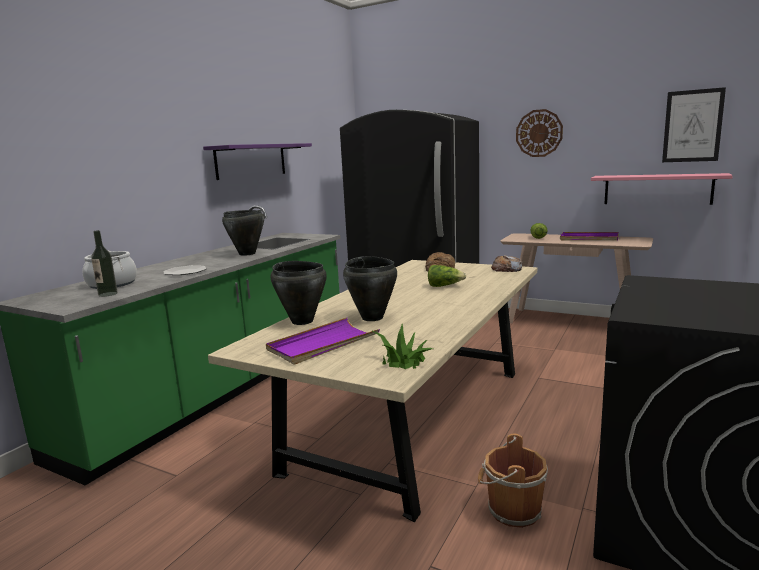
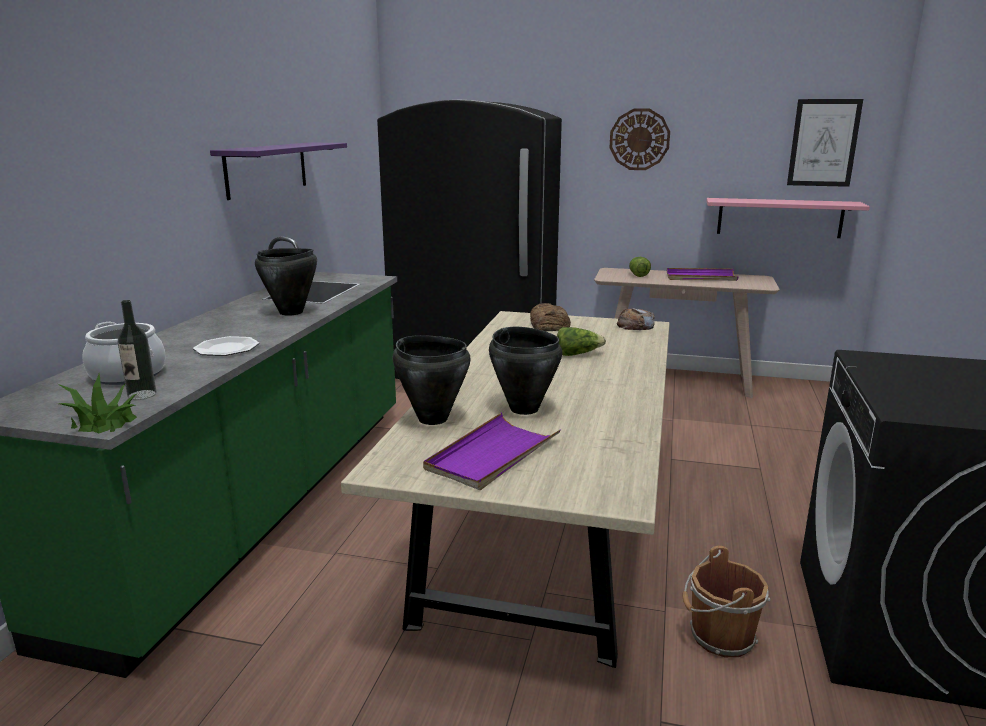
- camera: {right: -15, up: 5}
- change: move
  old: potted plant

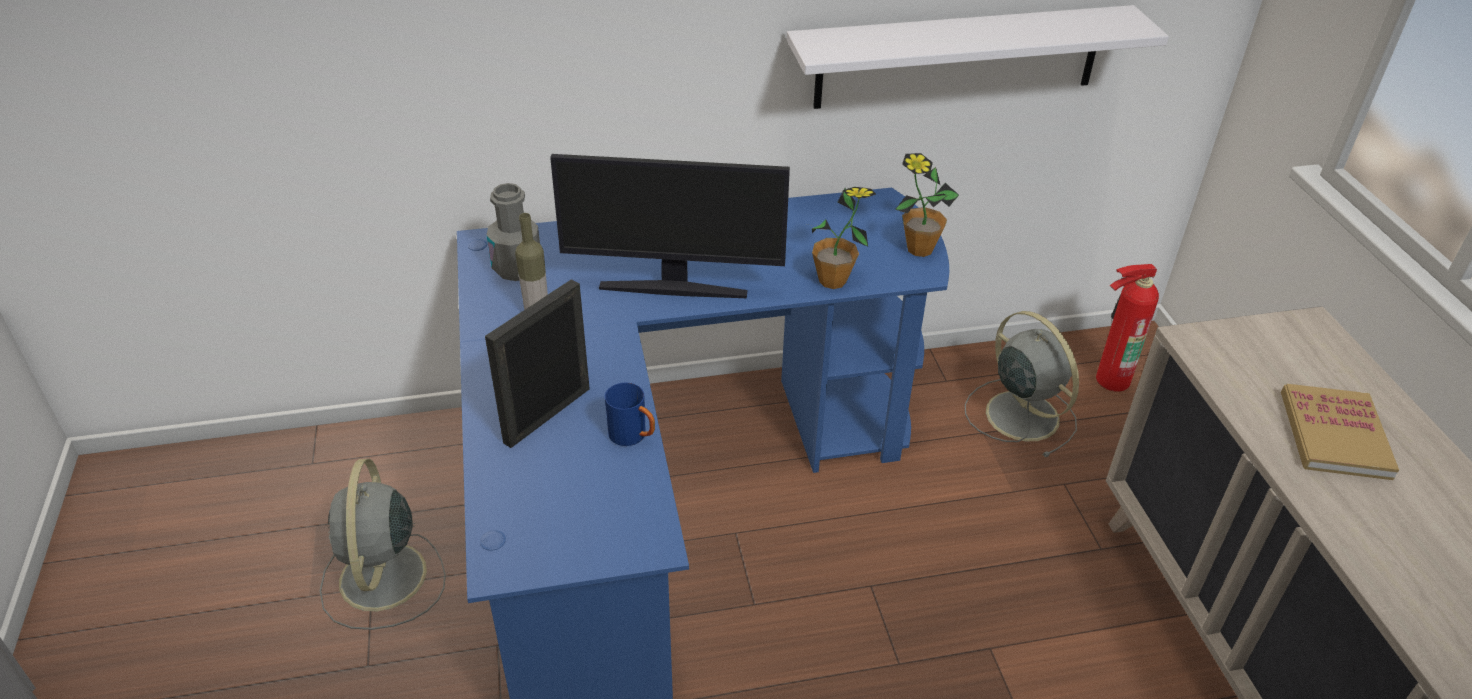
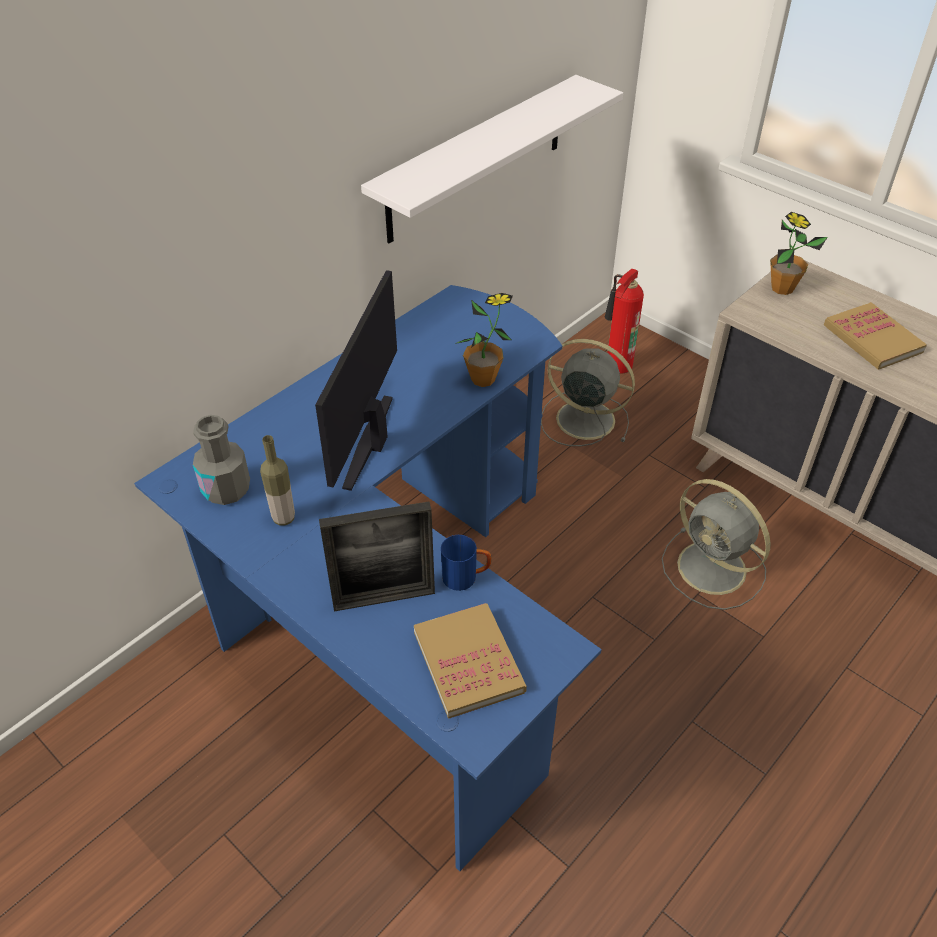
- camera: {right: -35, up: 5}
- change: move
  old: greyish fan (1st from left in the first image)
  new: greyish fan (2nd from left)
- change: rotate
  old: photo frame
  degrees: -105
- change: rotate
  old: monitor
  degrees: 135
- change: move
  old: potted plant (2nd from left)
- change: insert
  new: book (1st from left)

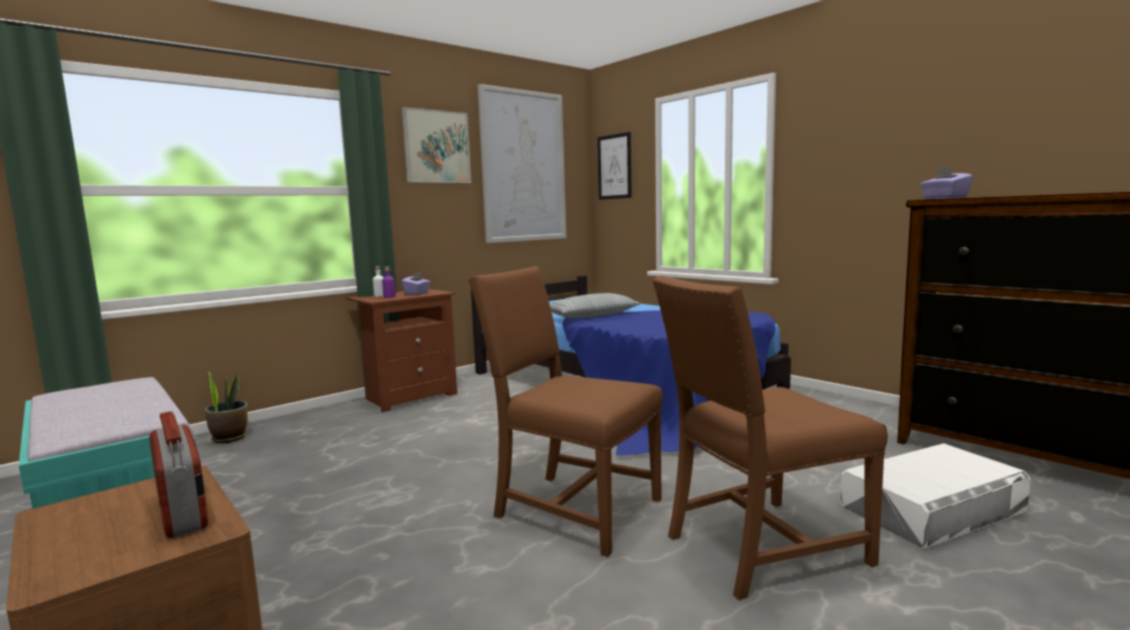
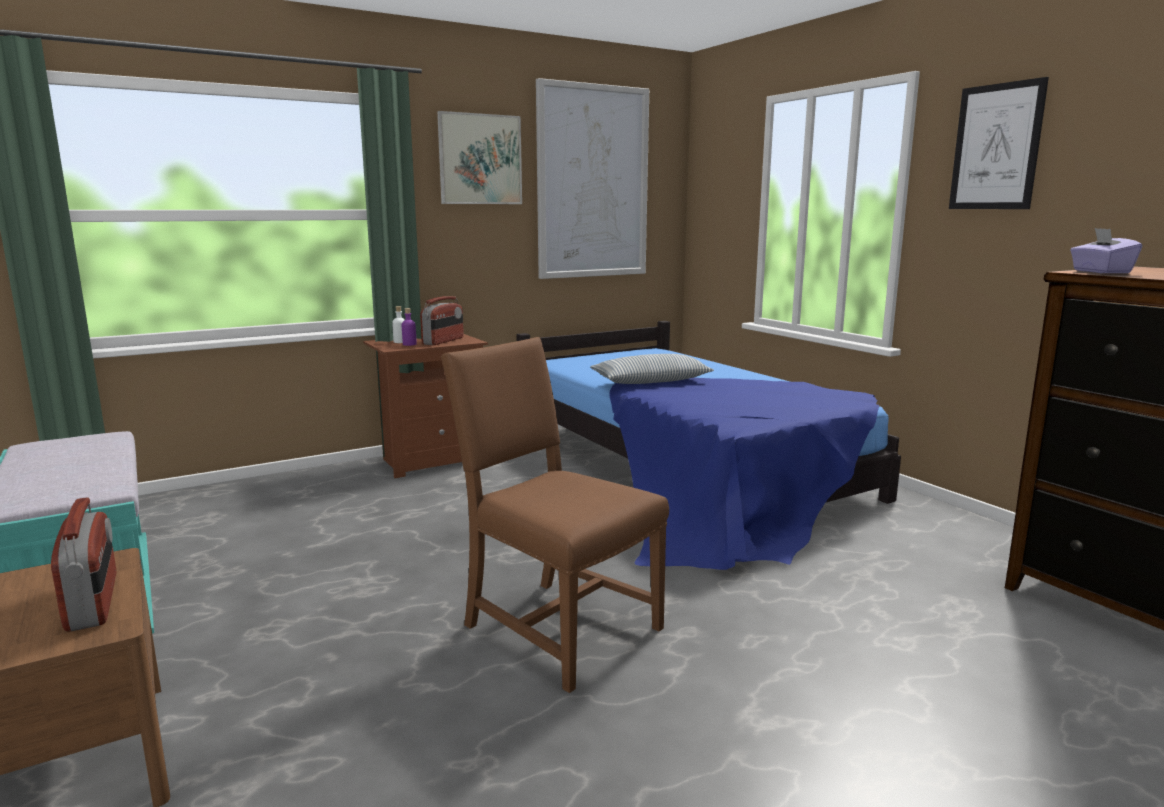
- camera: {right: 10, up: 5}
- change: delete
  old: potted plant
- change: replace
  old: purple-coloured tissue box (1st from left)
  new: radio set (2nd from left)
- change: move
  old: wall art (3rd from left)
- change: delete
  old: brown-coloured chair (2nd from left)
- change: delete
  old: white-coloured storage box

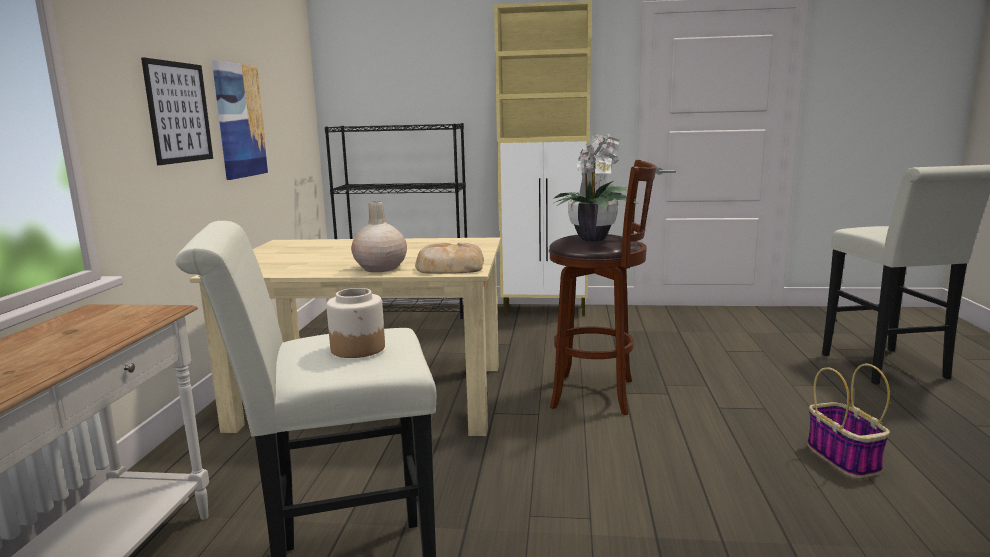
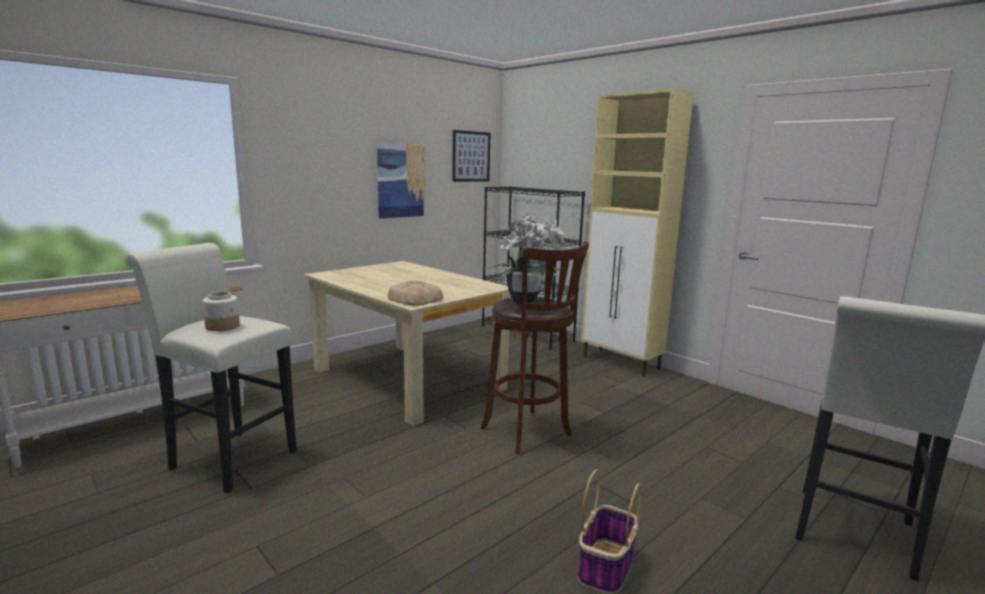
- camera: {right: 40, up: 0}
- change: move
  old: wall art (1st from left in the first image)
  new: wall art (2nd from left)
- change: delete
  old: beige flower vase

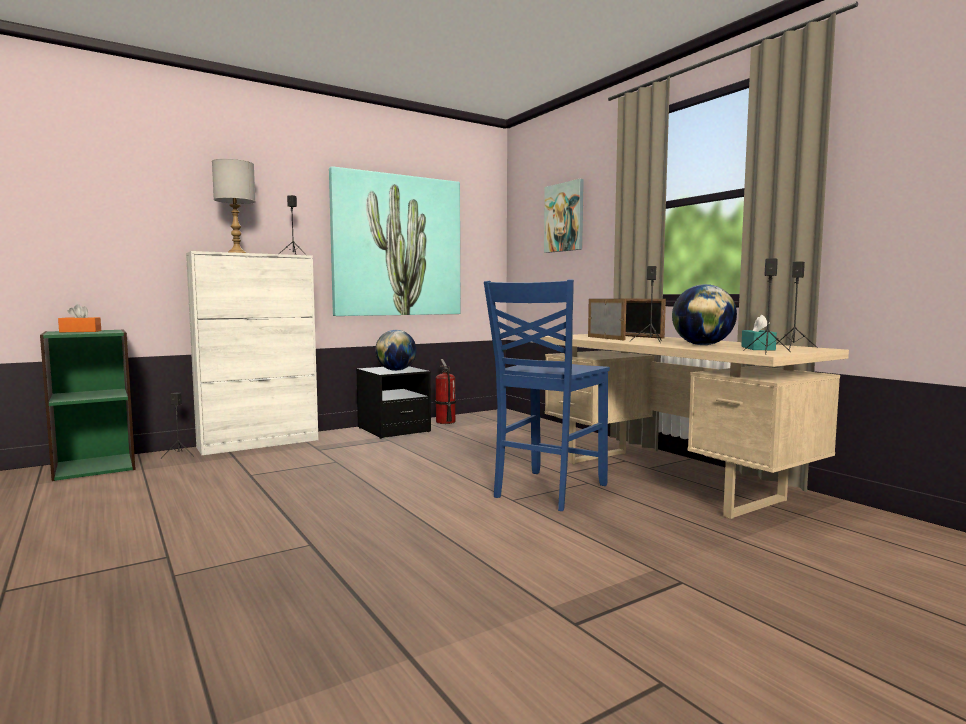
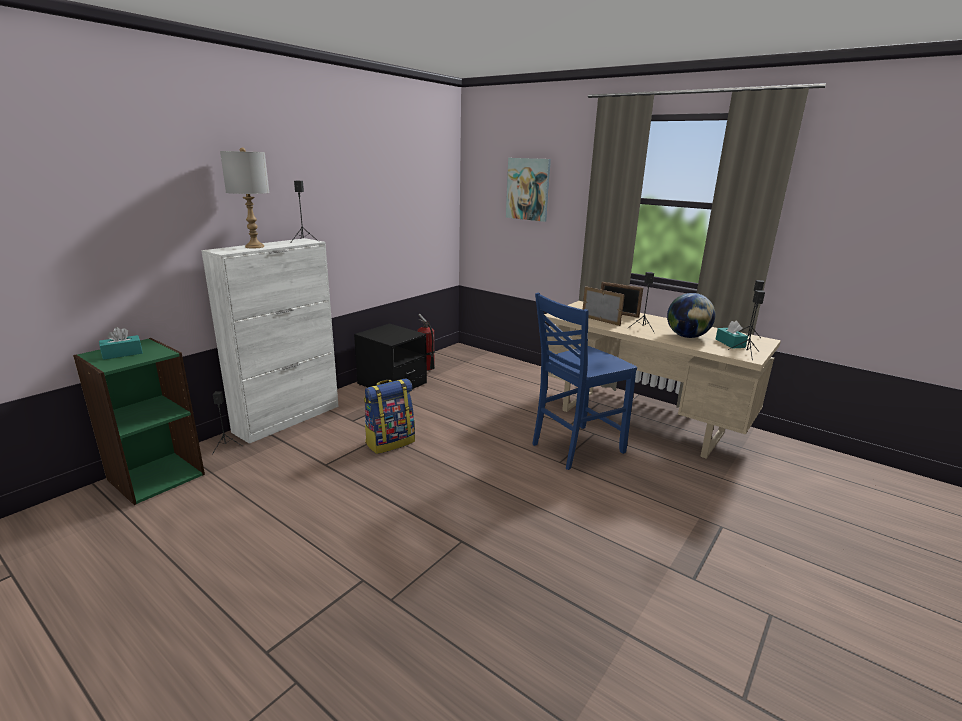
- camera: {right: -20, up: 15}
- change: recolor
  old: orange tissue box
  new: turquoise-coloured tissue box (1st from left)
- change: delete
  old: wall art (1st from left)
- change: delete
  old: globe (1st from left)
- change: rotate
  old: blue chair
  degrees: 45
- change: insert
  new: rucksack

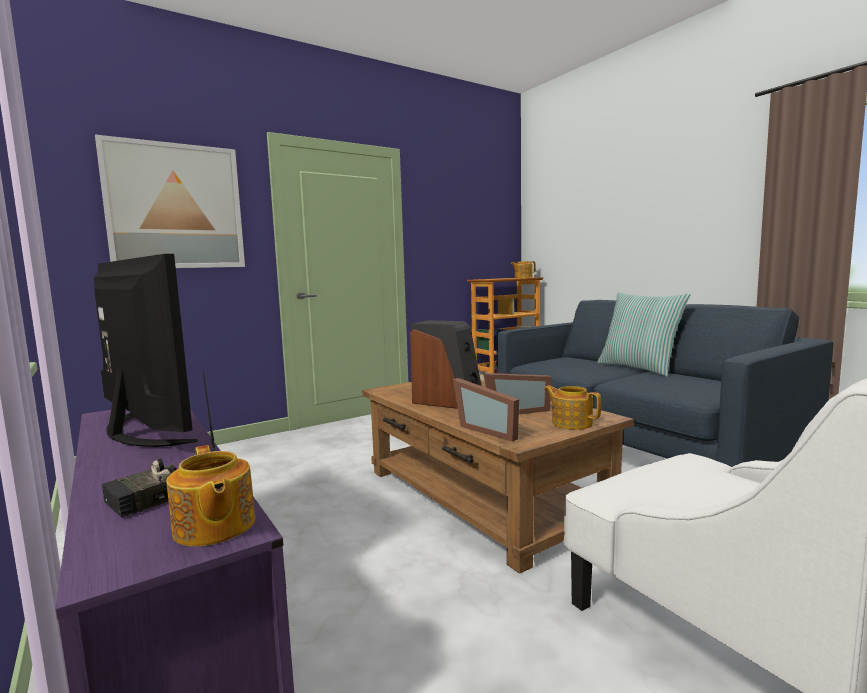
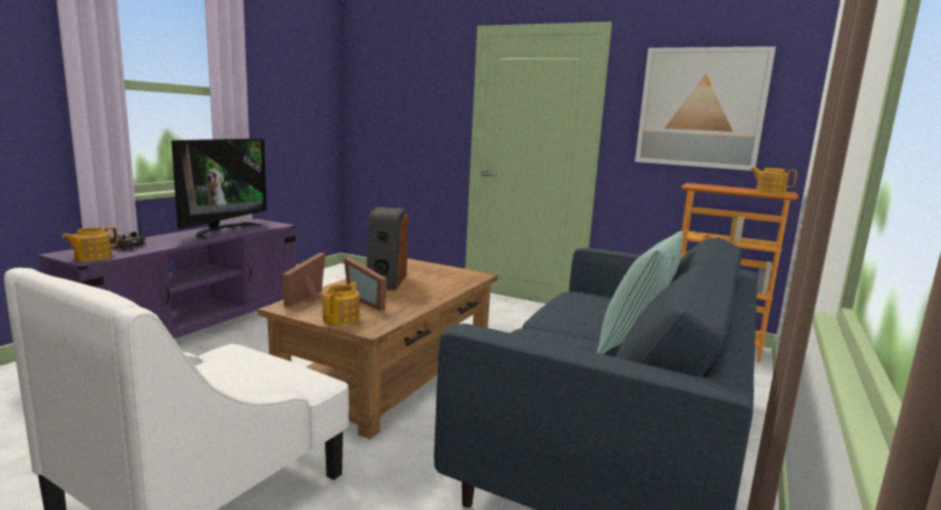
- camera: {right: 60, up: 5}
- change: move
  old: wall art

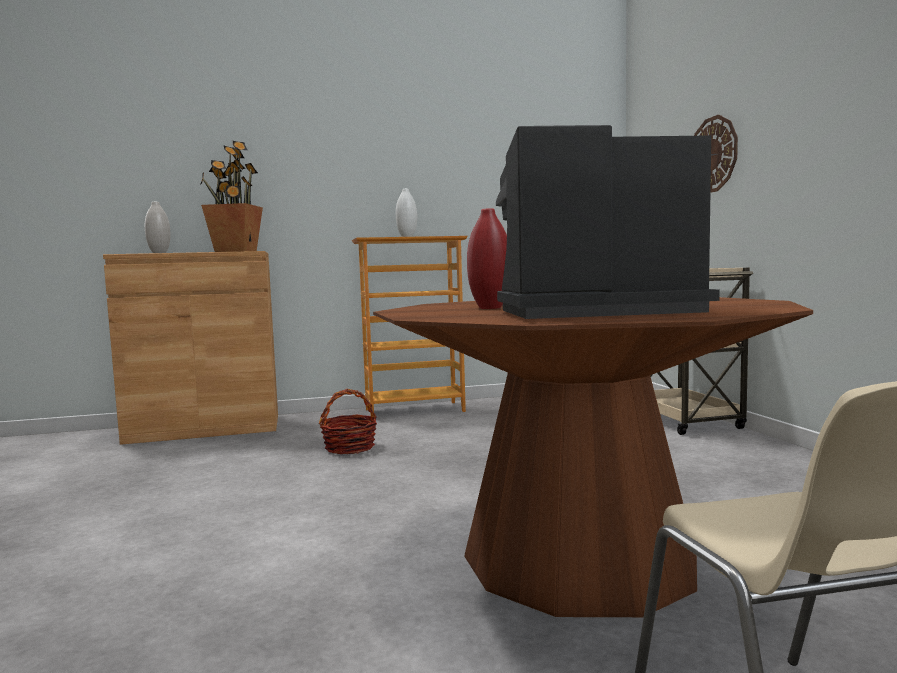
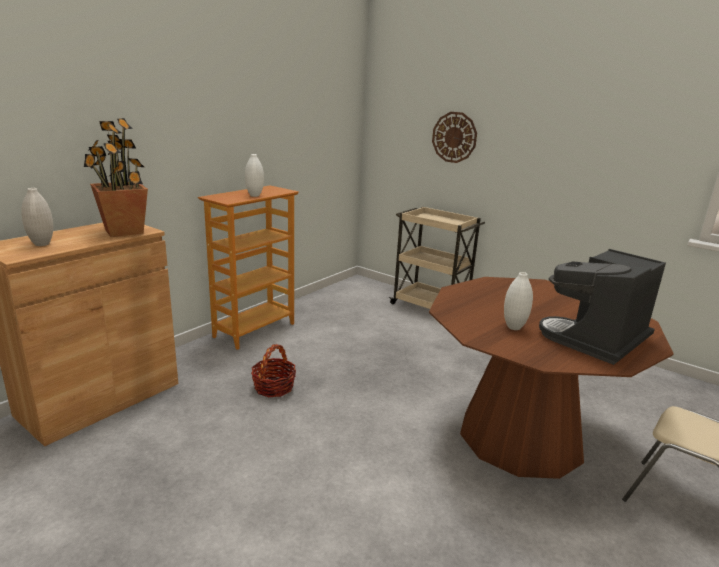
- camera: {right: -40, up: 15}
- change: recolor
  old: red-coloured flower vase
  new: white-coloured flower vase (3rd from left)

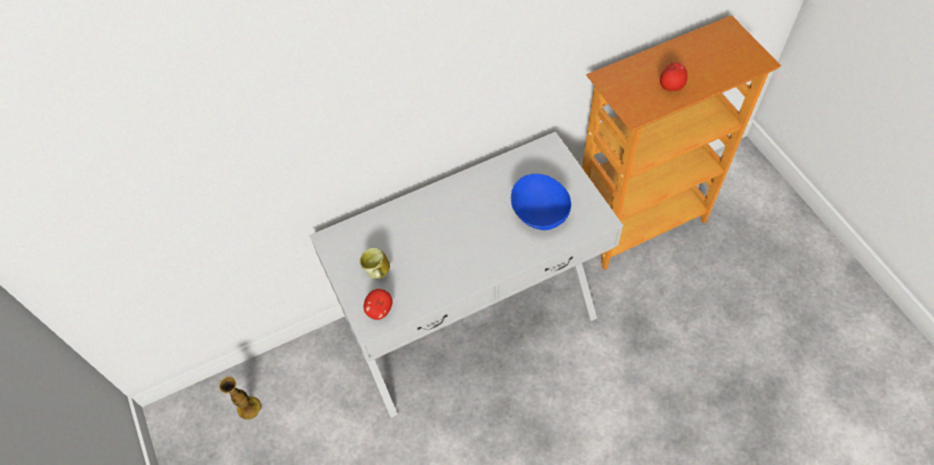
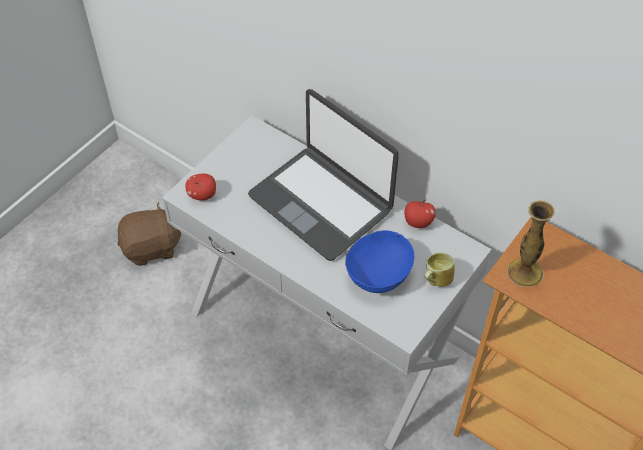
- camera: {right: 60, up: -5}
- change: move
  old: flower vase
- change: move
  old: tea mug
- change: move
  old: apple (2nd from left)
- change: insert
  new: brown-coloured soft toy
- change: insert
  new: notebook computer

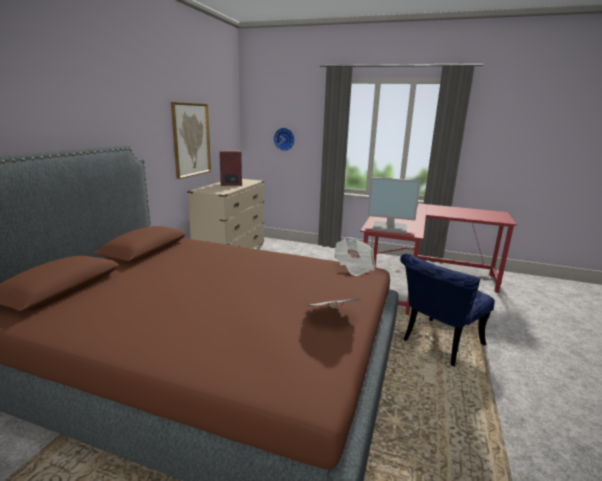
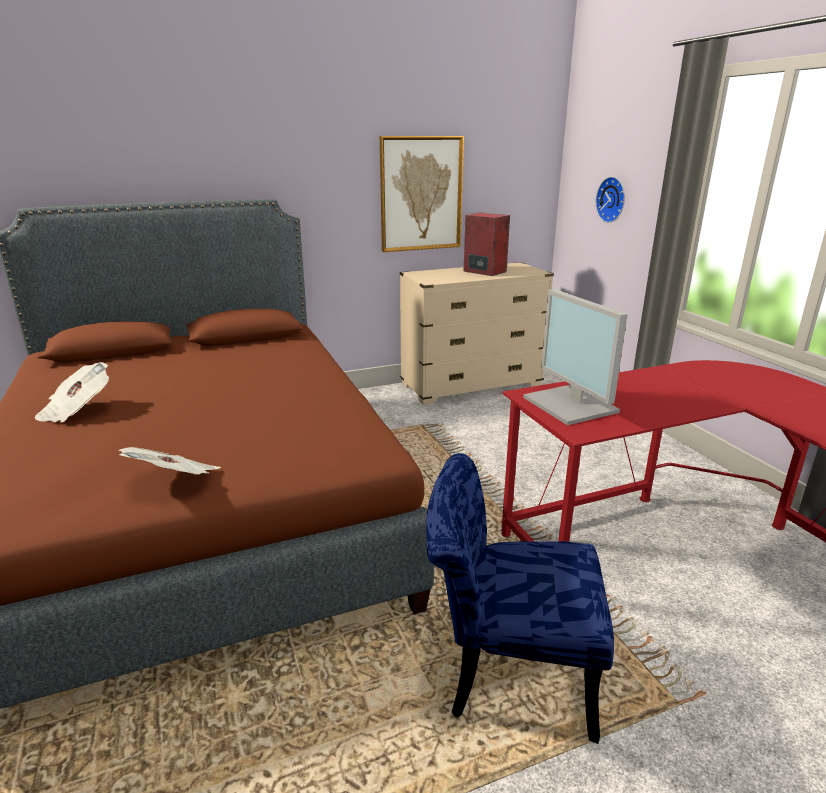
- camera: {right: 50, up: 5}
- change: move
  old: printed paper (2nd from left in the first image)
  new: printed paper (1st from left)

